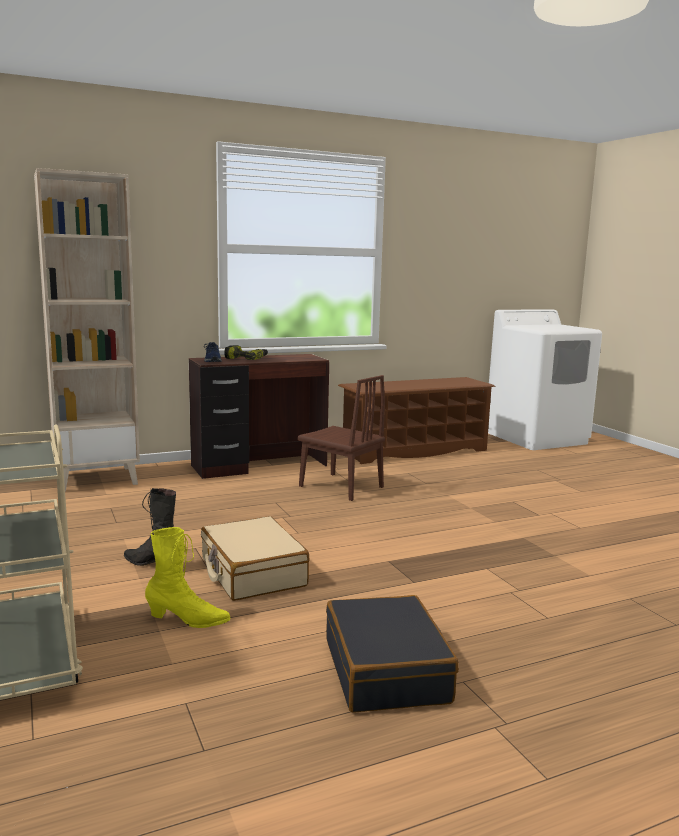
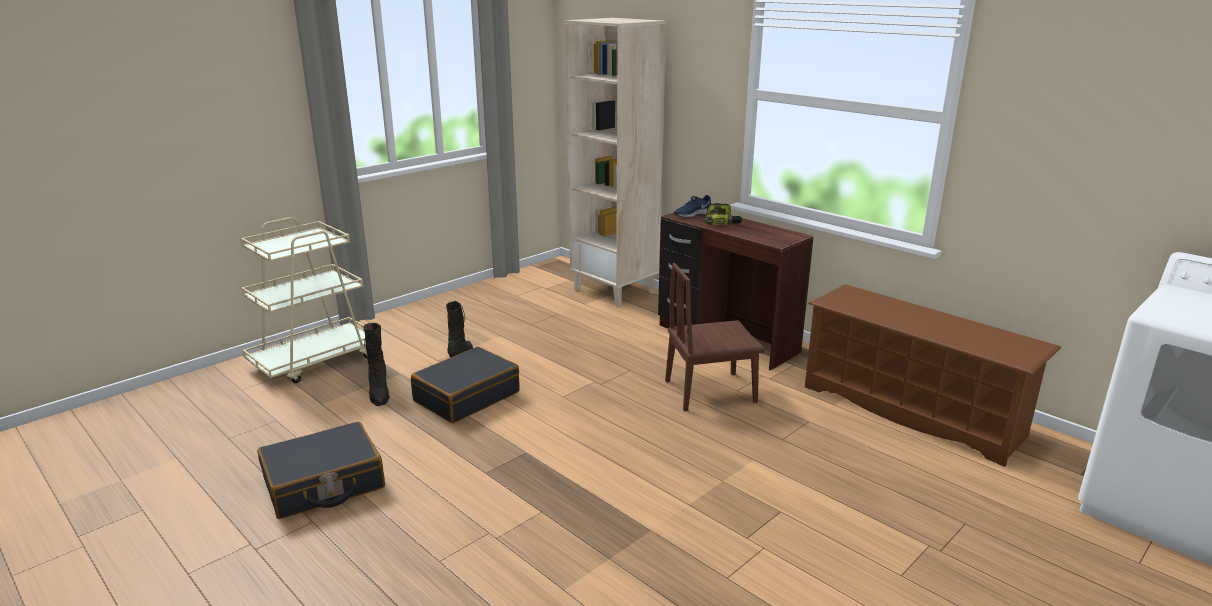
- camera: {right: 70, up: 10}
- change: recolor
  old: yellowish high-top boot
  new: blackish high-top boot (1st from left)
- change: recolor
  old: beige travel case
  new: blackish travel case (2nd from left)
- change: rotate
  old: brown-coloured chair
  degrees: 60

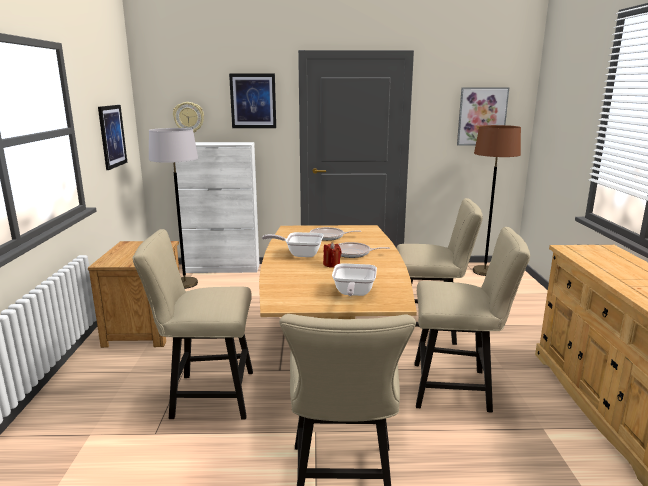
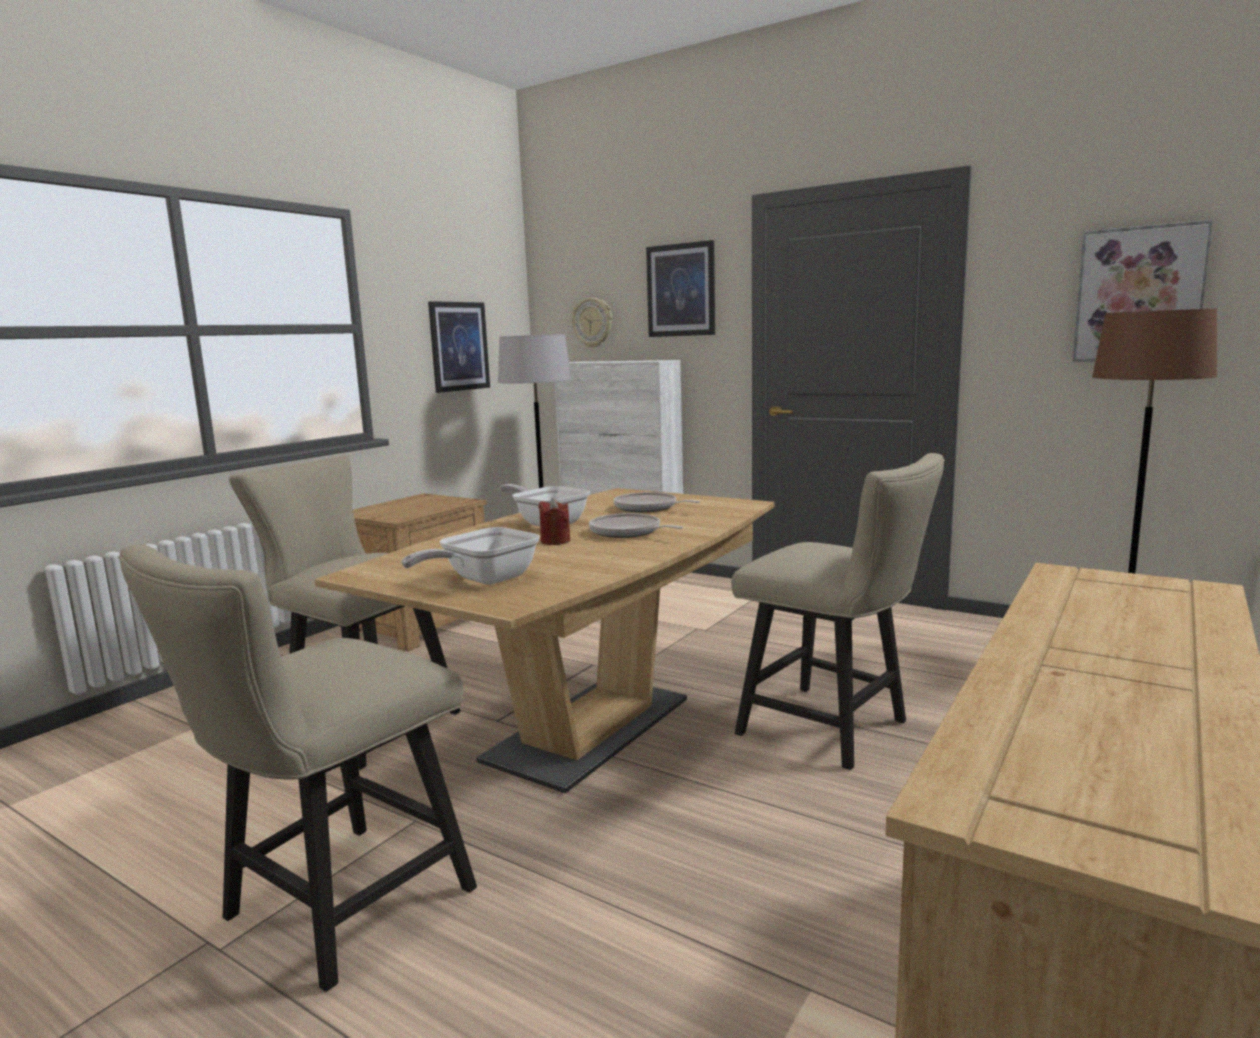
- camera: {right: 35, up: -5}
- change: delete
  old: beige chair (4th from left)

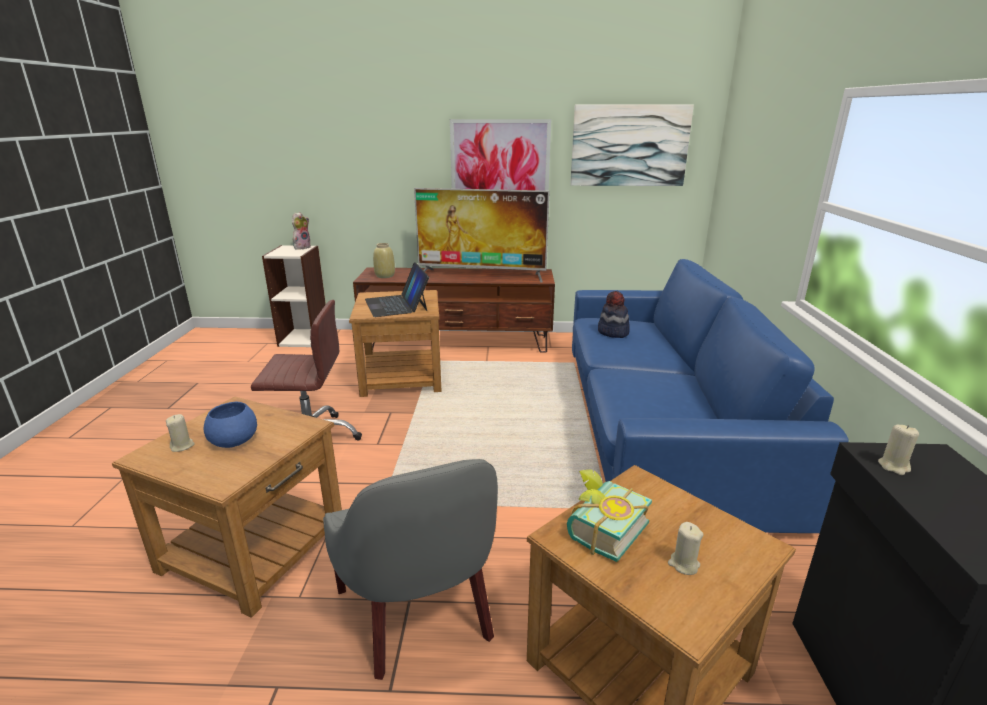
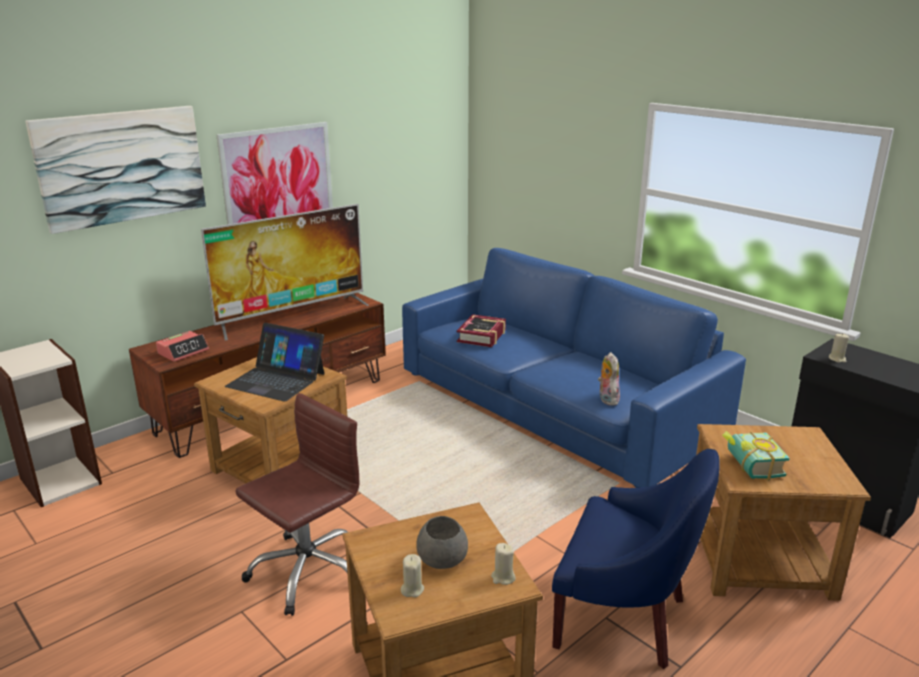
- camera: {right: -45, up: 0}
- change: recolor
  old: blue serving bowl
  new: greyish serving bowl
- change: move
  old: soft toy
- change: recolor
  old: greyish lounge chair
  new: blue lounge chair
- change: replace
  old: beige flower vase
  new: bedside clock
- change: move
  old: wall art (2nd from left in the first image)
  new: wall art (1st from left)
- change: replace
  old: hat
  new: book (1st from left)
- change: move
  old: beige wax candle (2nd from left)

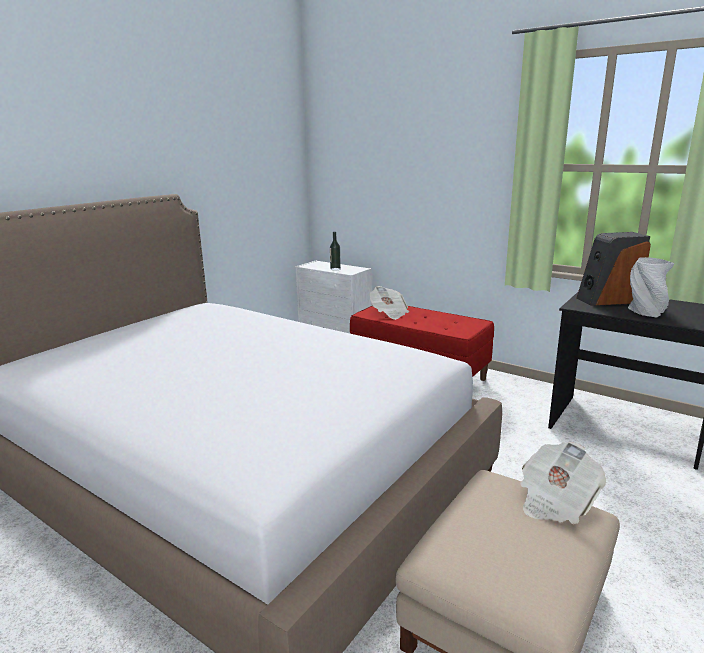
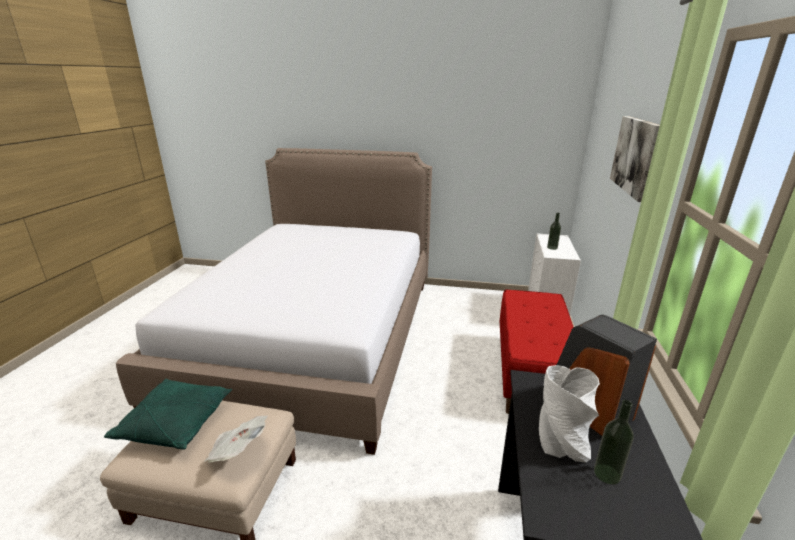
- camera: {right: 65, up: 5}
- change: delete
  old: printed paper (1st from left)
- change: insert
  new: green-coloured cushion
- change: insert
  new: bottle (2nd from left)
- change: insert
  new: wall art

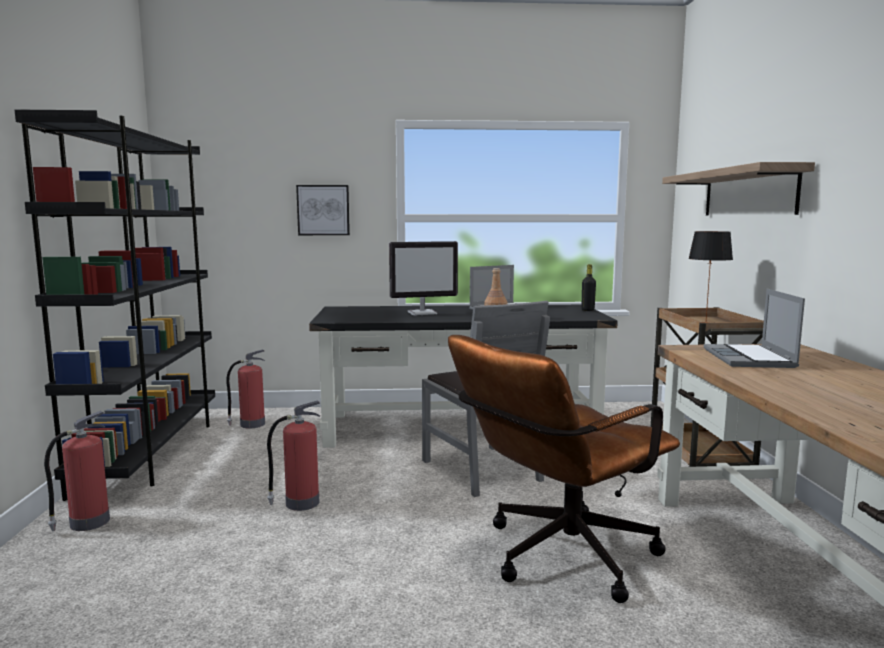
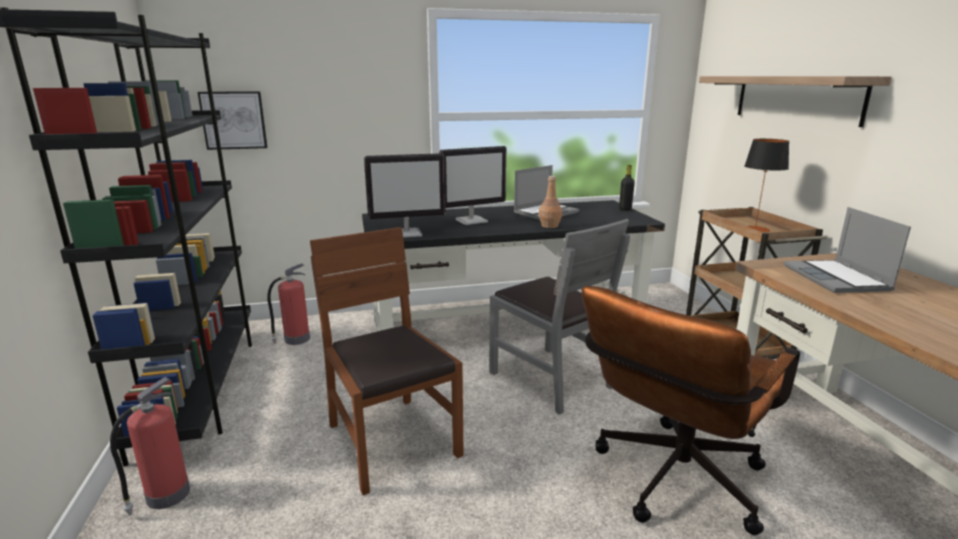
- camera: {right: -10, up: 10}
- change: replace
  old: fire extinguisher (3rd from left)
  new: brown-coloured chair
- change: move
  old: wall art
- change: insert
  new: monitor (1st from left)

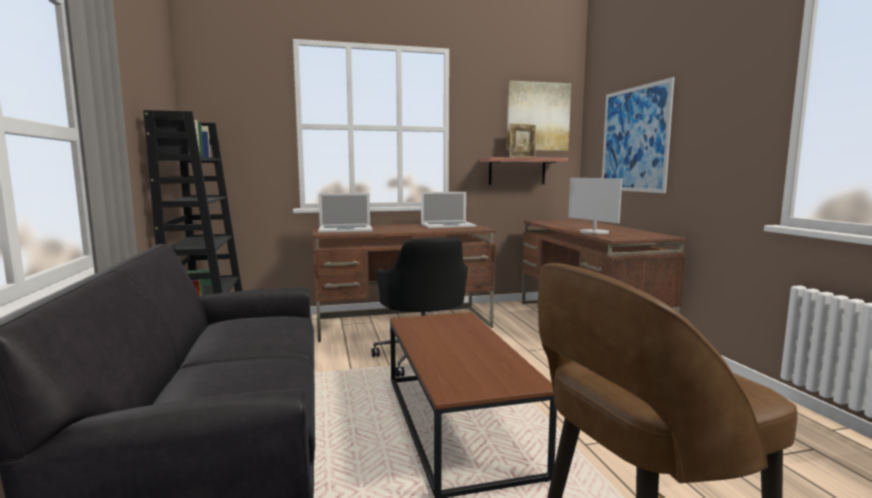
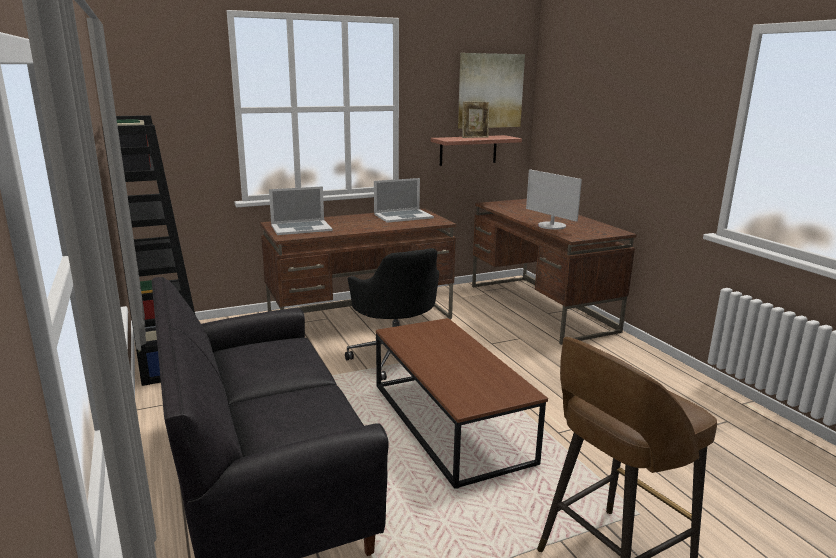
- camera: {right: -10, up: 10}
- change: delete
  old: wall art (2nd from left)

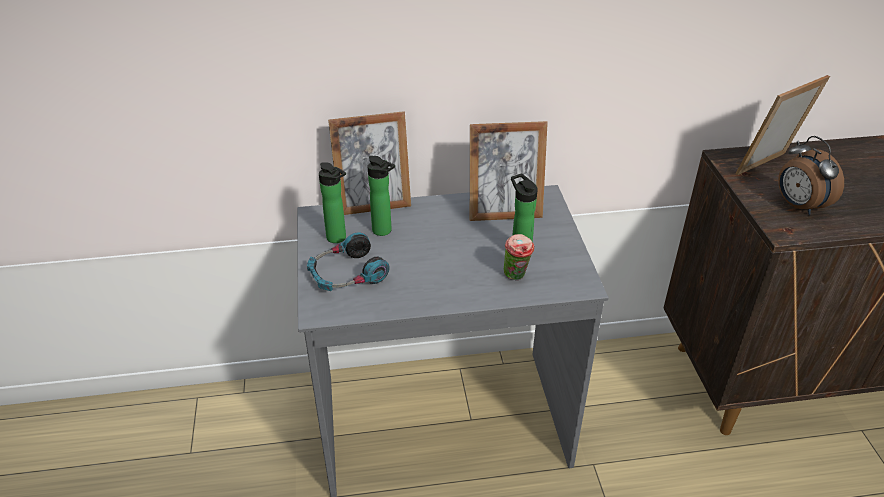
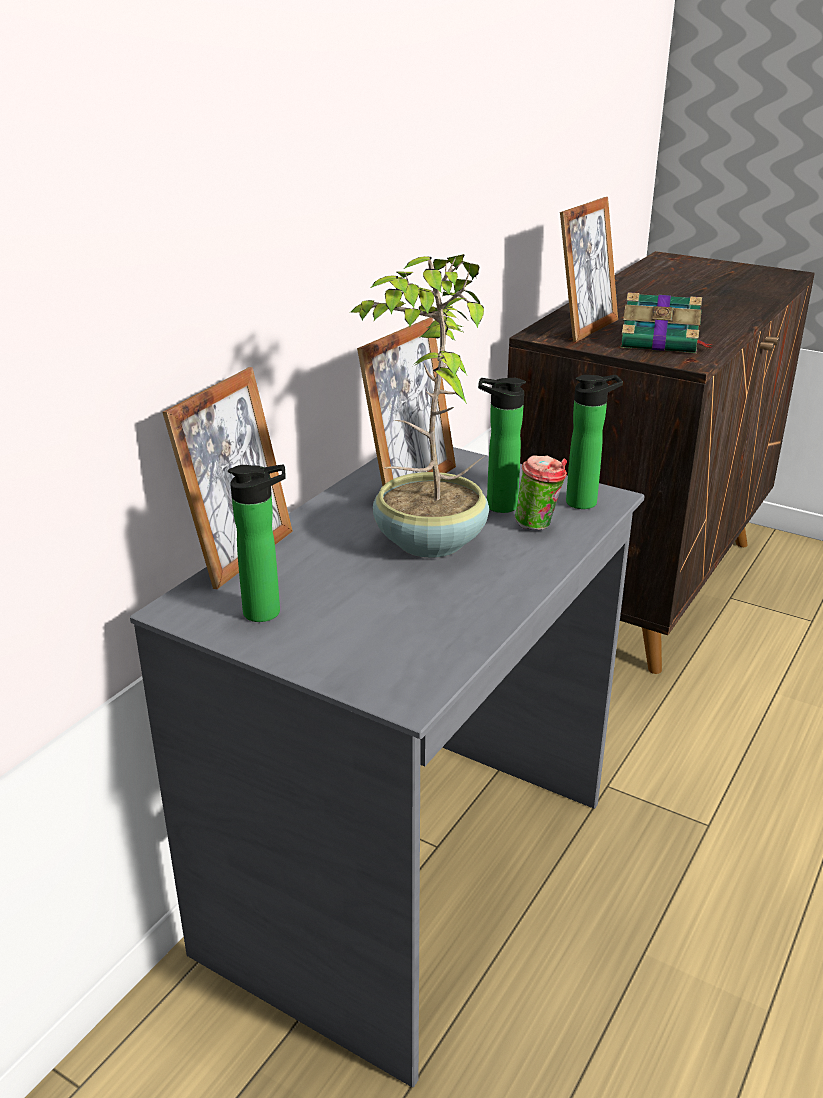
- camera: {right: -50, up: -10}
- change: delete
  old: headphones
- change: move
  old: bottle (2nd from left in the first image)
  new: bottle (3rd from left)
- change: rotate
  old: photo frame (3rd from left)
  degrees: -150
- change: replace
  old: bedside clock
  new: book
- change: insert
  new: potted plant

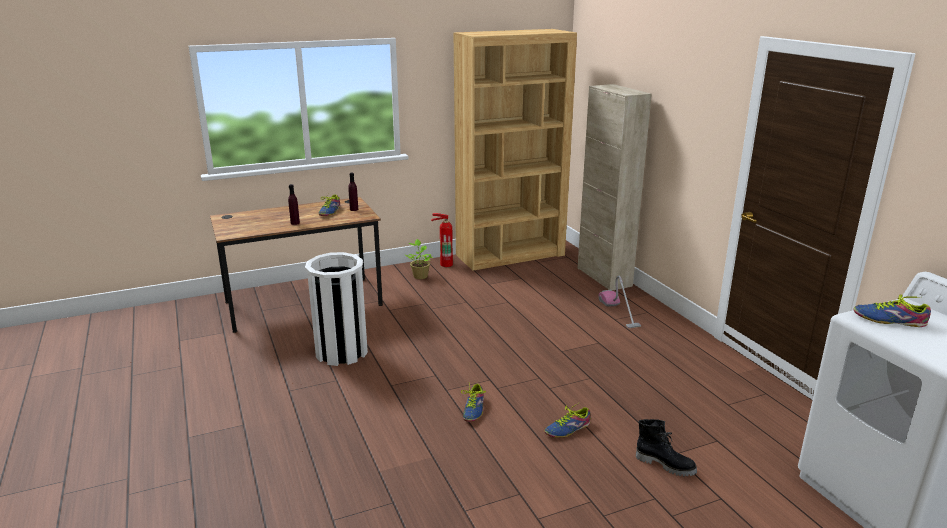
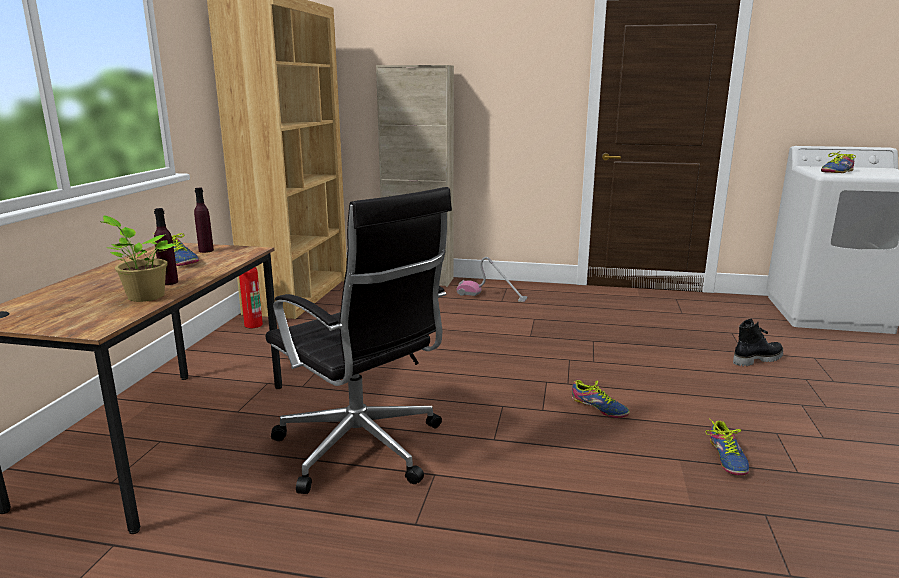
- camera: {right: -55, up: -5}
- change: replace
  old: white-coloured waste bin
  new: blackish desk chair
- change: move
  old: potted plant
- change: move
  old: shoe (3rd from left)

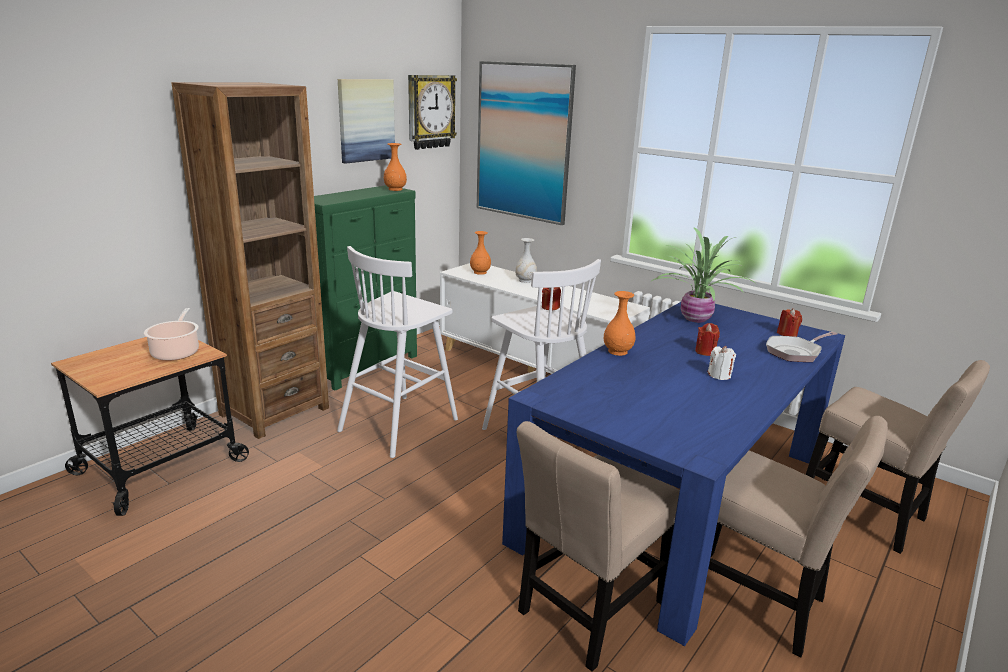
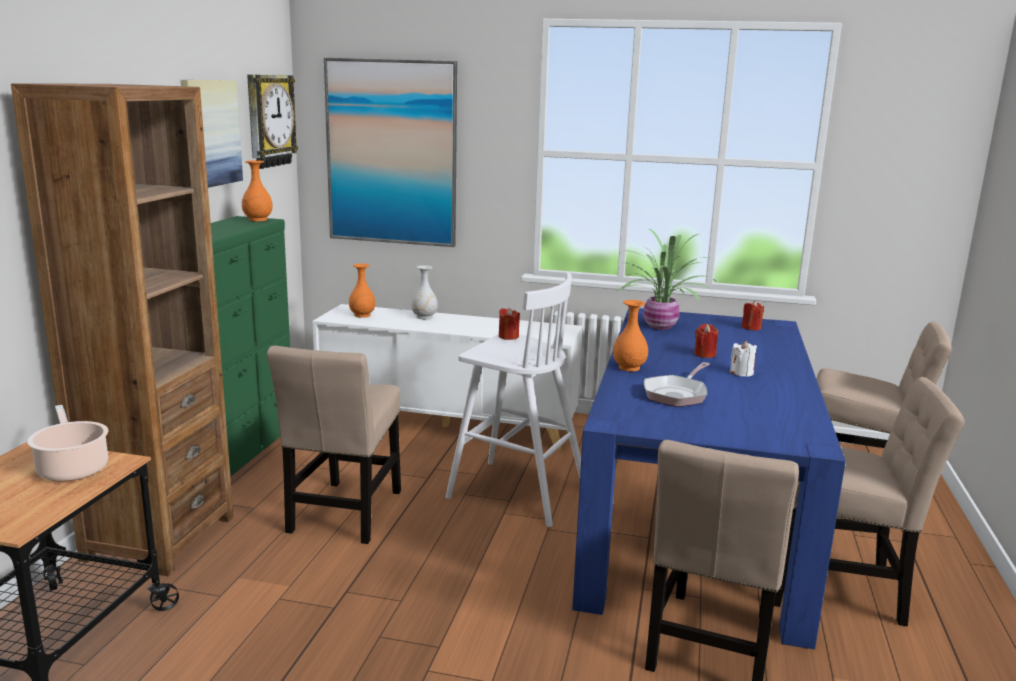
- camera: {right: -25, up: -5}
- change: replace
  old: white-coloured stool (1st from left)
  new: beige chair (1st from left)
- change: move
  old: frying pan

